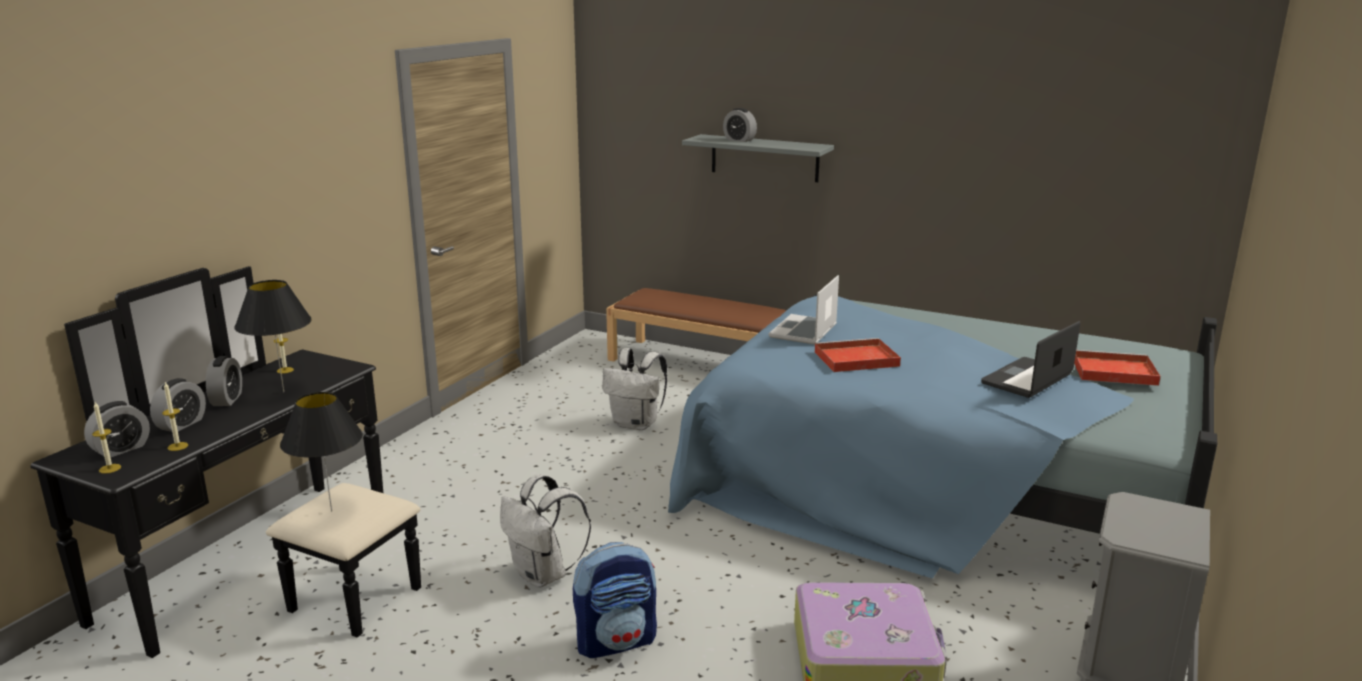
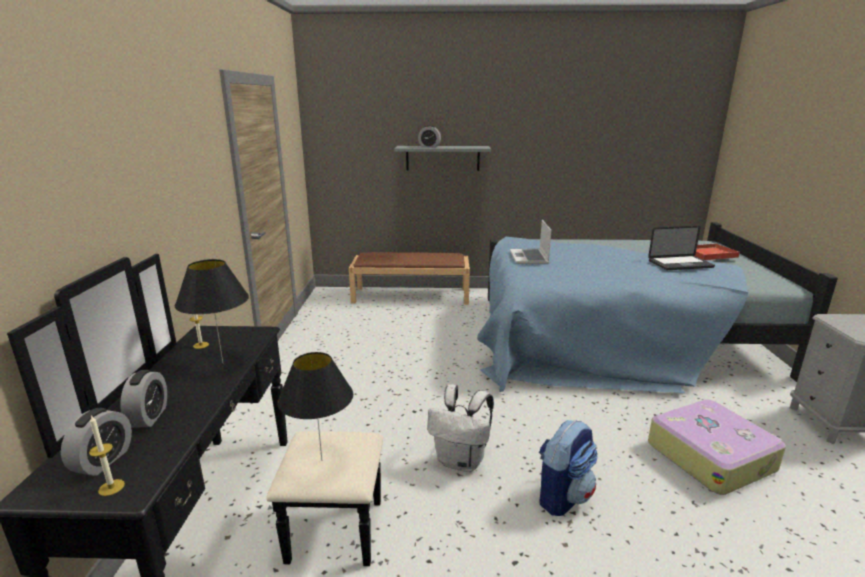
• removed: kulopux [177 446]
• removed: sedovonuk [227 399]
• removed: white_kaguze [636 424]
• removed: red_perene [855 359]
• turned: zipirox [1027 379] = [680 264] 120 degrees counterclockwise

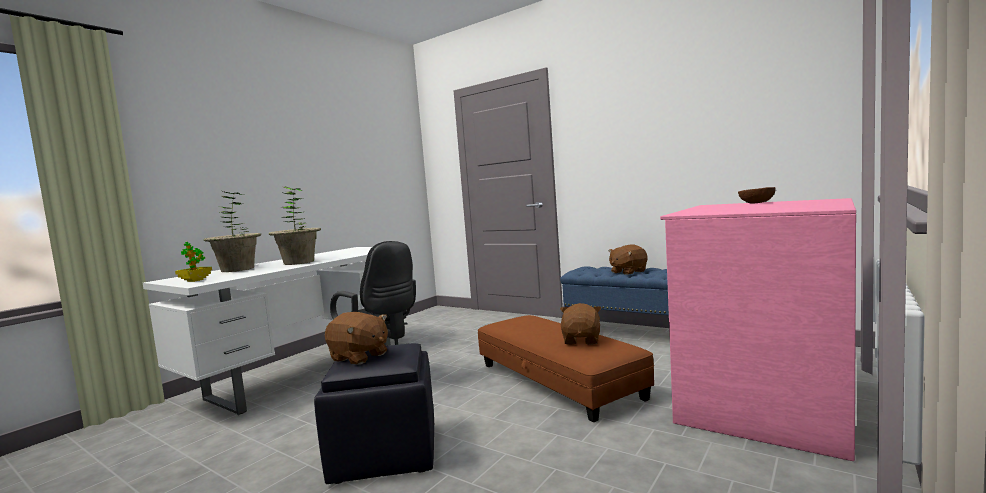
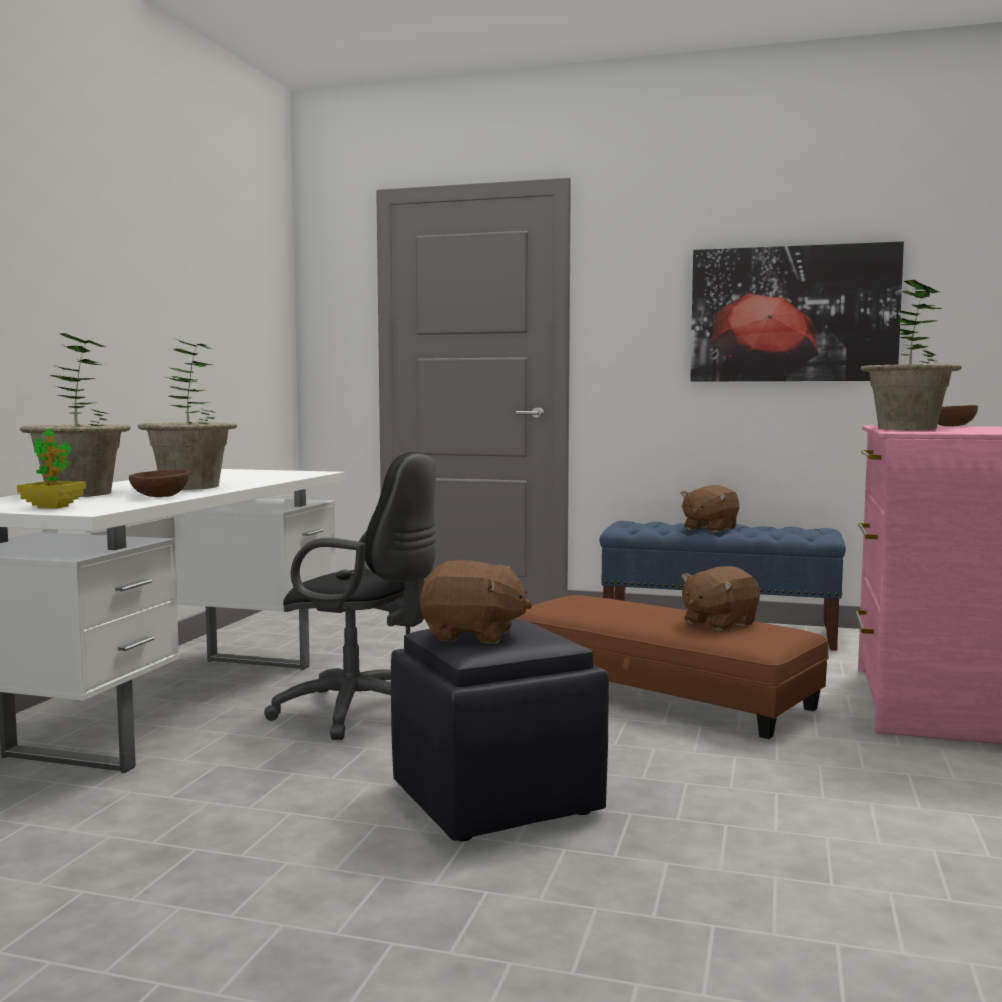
• added: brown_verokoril [160 496]
• added: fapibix [793 314]
• added: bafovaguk [907 428]
• turned: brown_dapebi [582 340] = [718 623] 120 degrees counterclockwise

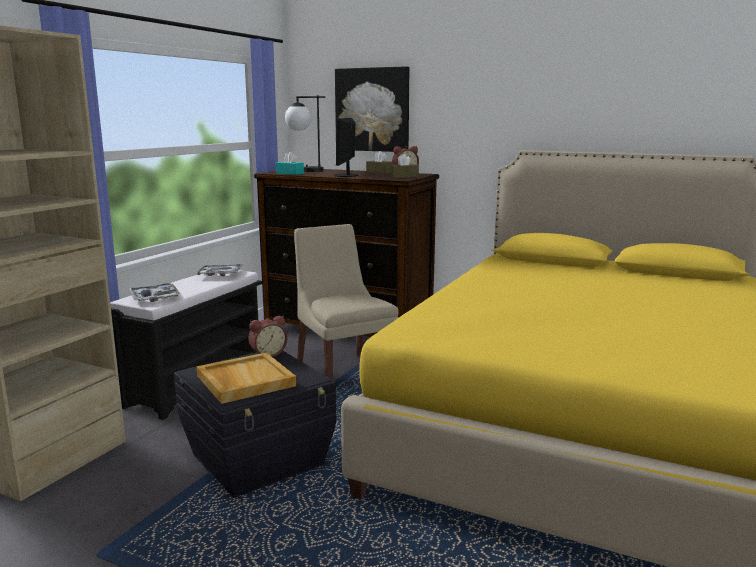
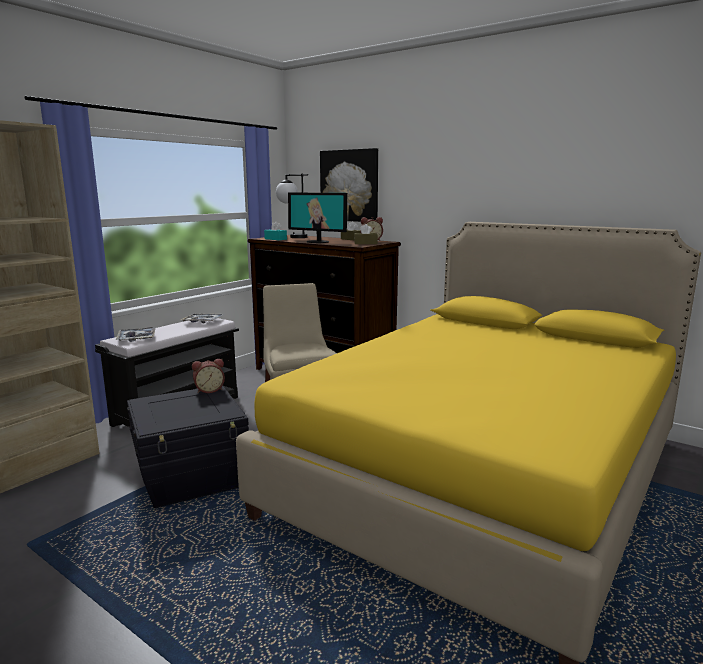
• removed: beige_perene [244 381]
• turned: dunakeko [346 175] = [318 242] 75 degrees counterclockwise

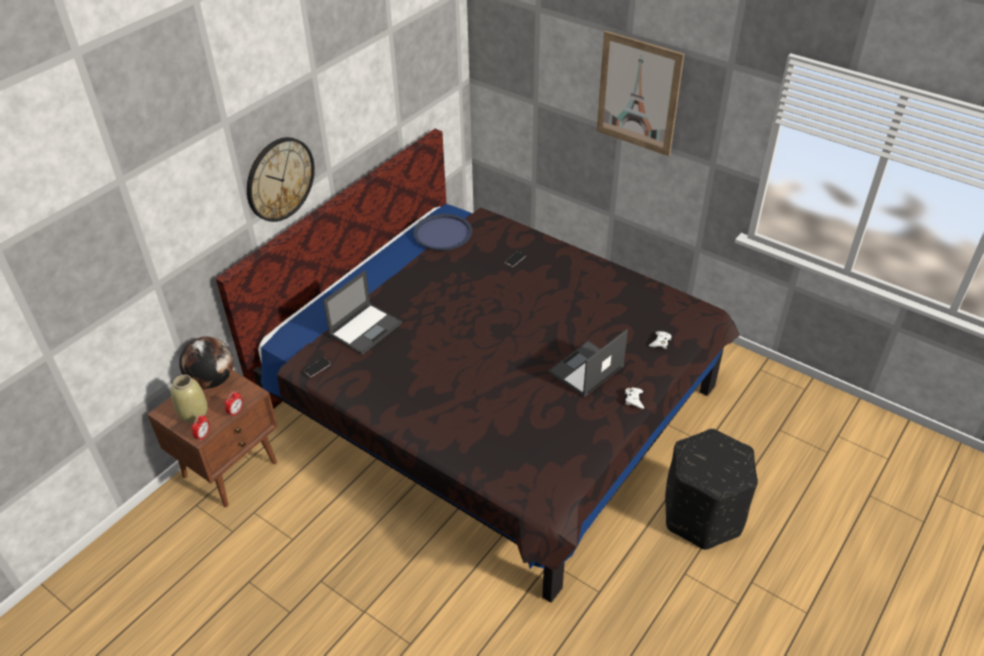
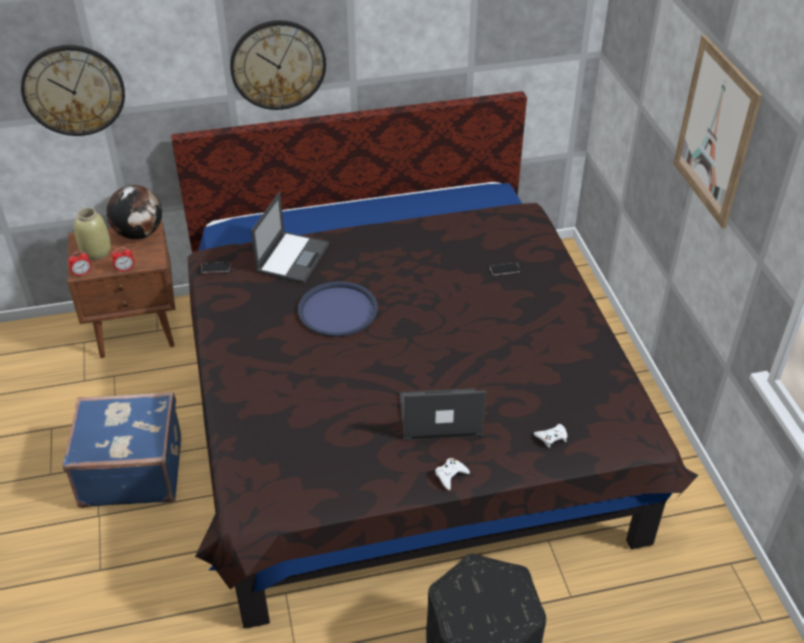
• added: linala [73 90]
• added: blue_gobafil [132 470]
• moved: blue_perene [442 233] to [337 310]
• turned: zipirox [366 328] = [293 257] 60 degrees counterclockwise

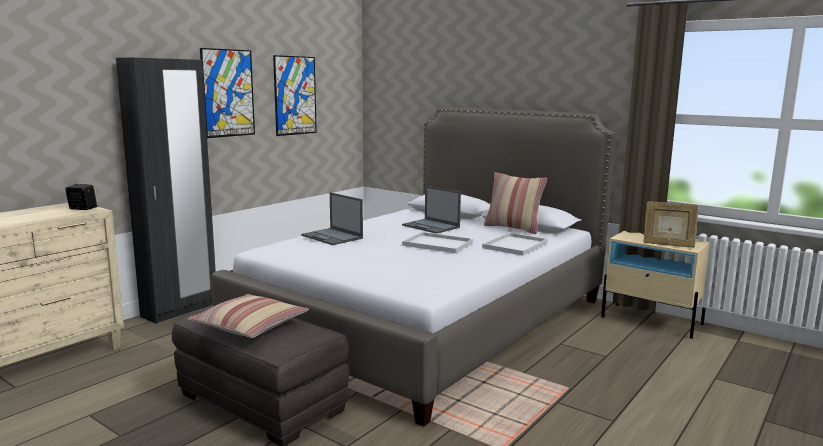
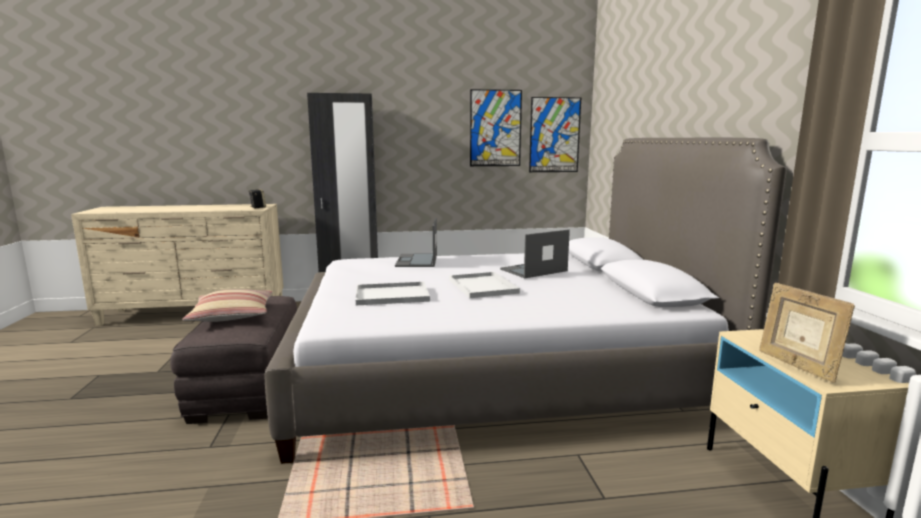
• removed: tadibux [513 228]
• moved: fapibix [228 93] to [554 135]
• moved: white_perene [515 245] to [393 295]
• turned: zipirox [431 226] = [533 270] 60 degrees clockwise

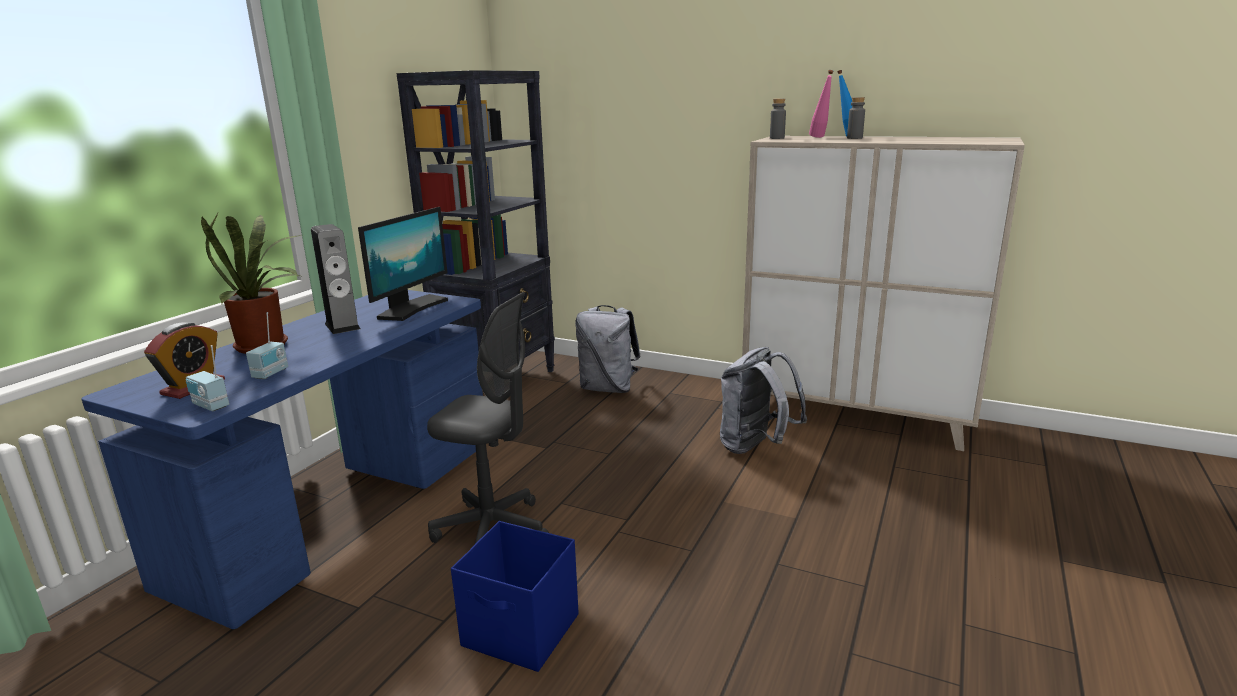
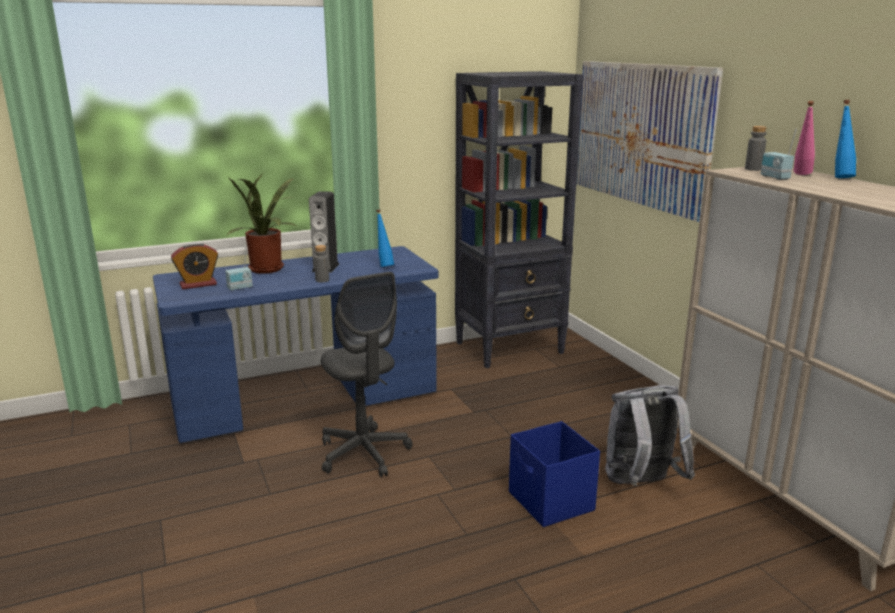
• removed: grey_kaguze [608 388]
• added: fapibix [641 134]
• moved: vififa [209 406] to [774 177]
• moved: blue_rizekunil [522 632] to [551 502]
• moved: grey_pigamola [854 138] to [322 280]
• replaced: dunakeko [412 308] to blue_pigamola [384 266]

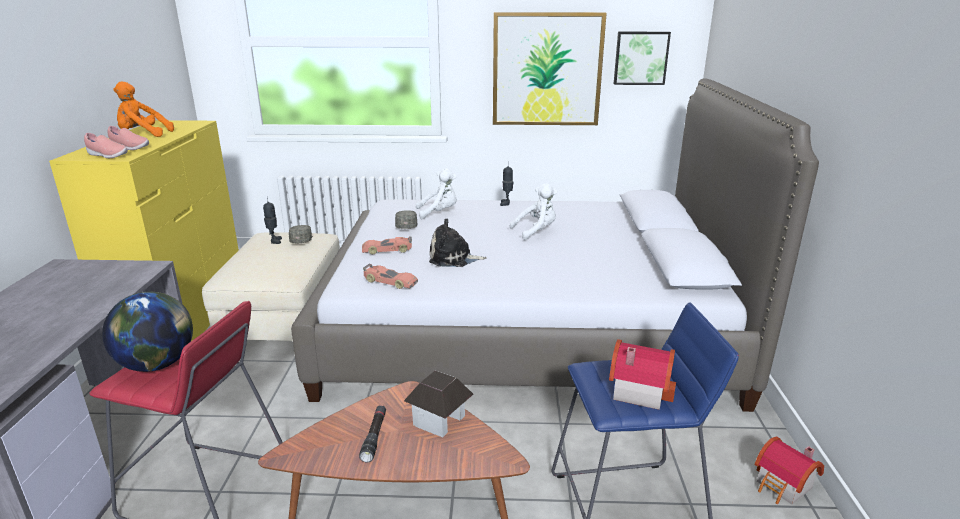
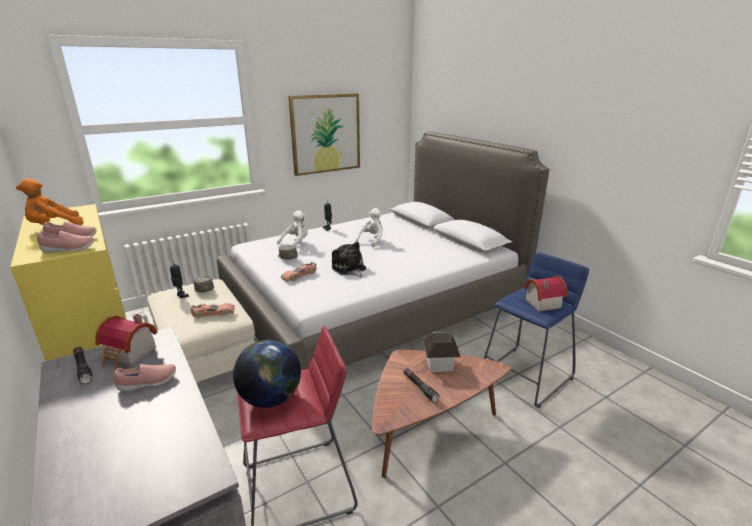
• removed: fapibix [640 58]
• added: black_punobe [83 368]
• added: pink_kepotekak [148 383]
• moved: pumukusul [390 282] to [213 313]
• moved: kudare [783 487] to [129 354]
• turned: dapebi [453 258] = [349 269] 90 degrees clockwise

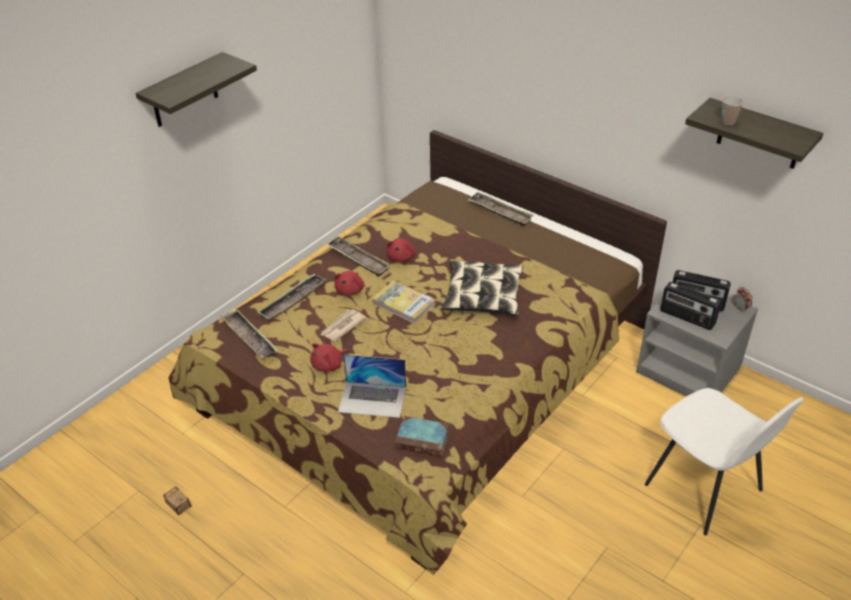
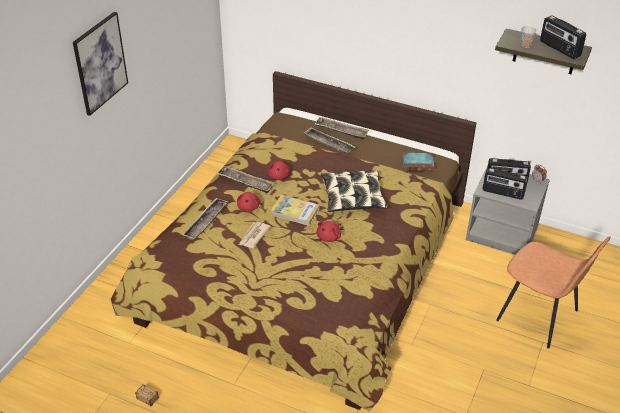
• removed: zipirox [372 399]
• added: vififa [559 49]
• moved: perene [249 337] to [329 143]
• moved: red_dapebi [329 365] to [329 237]
• moved: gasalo [423 439] to [418 164]
• replaced: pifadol [184 91] to fapibix [100 63]
• recoloured: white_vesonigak [705 489] to brown_vesonigak [539 316]

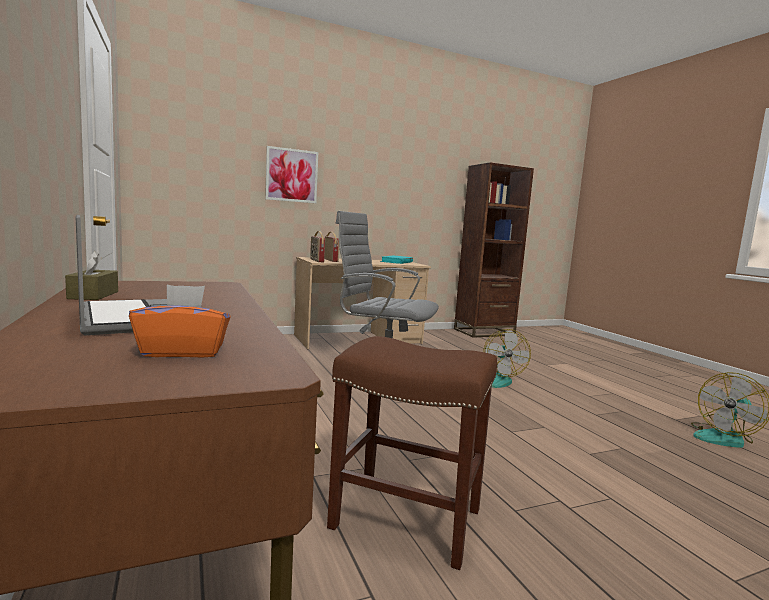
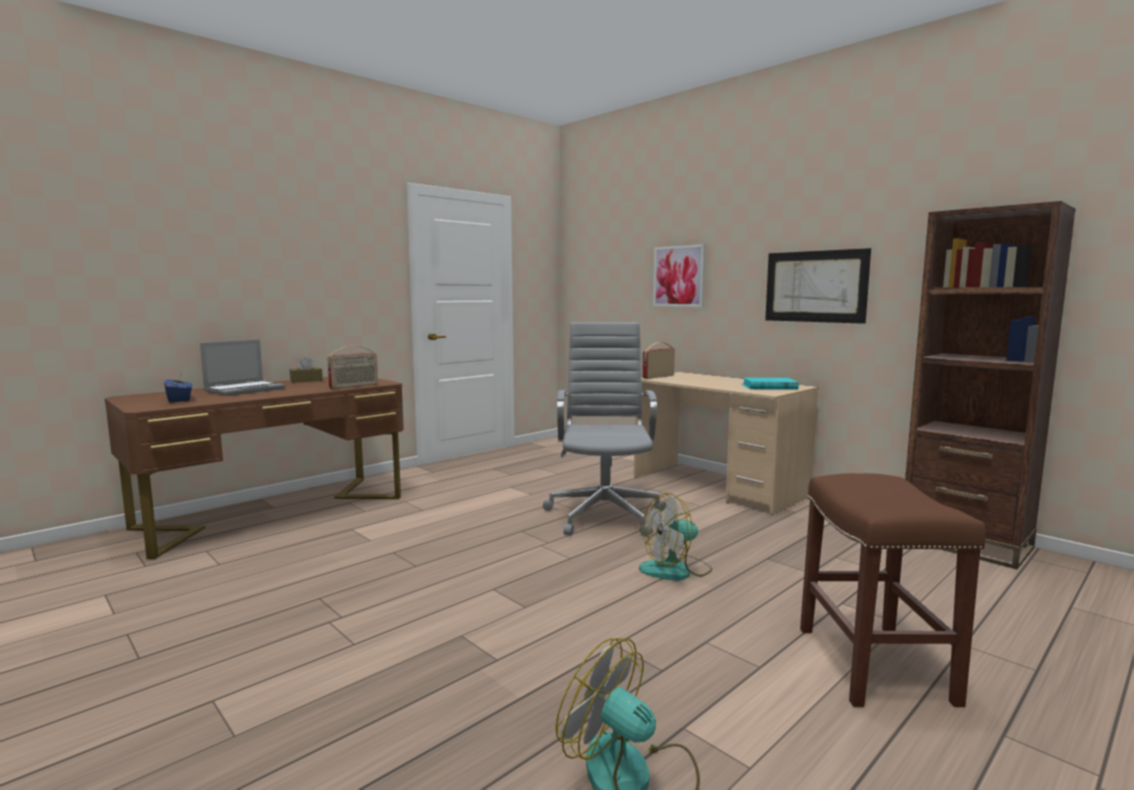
• added: fapibix [815 286]
• moved: vififa [331 260] to [354 386]
• moved: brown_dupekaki [409 518] to [876 665]
• recoloured: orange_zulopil [183 351] to blue_zulopil [180 400]

